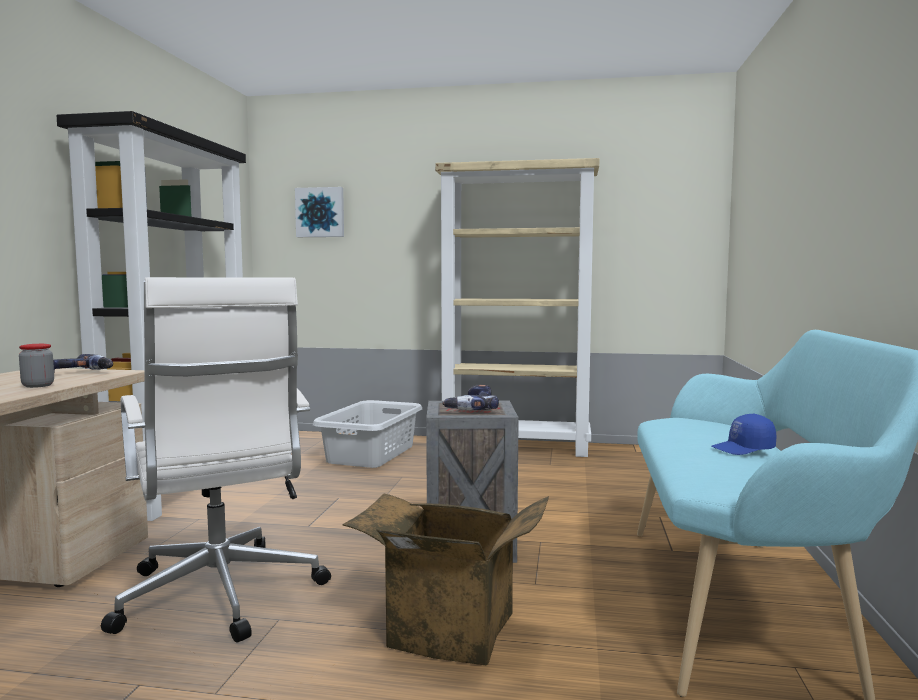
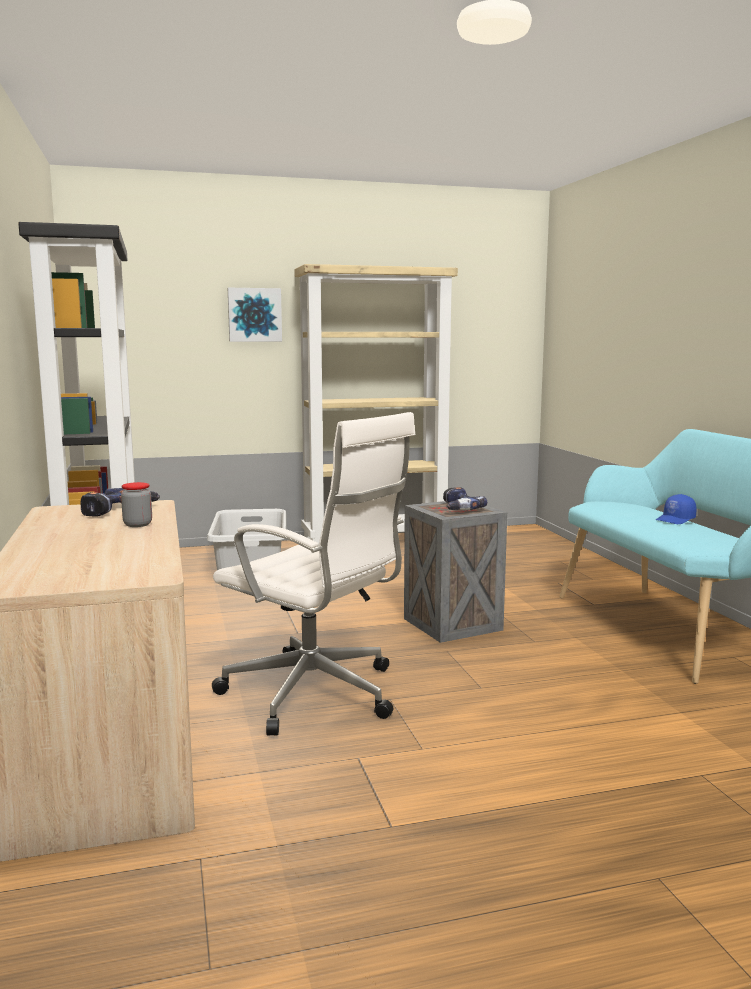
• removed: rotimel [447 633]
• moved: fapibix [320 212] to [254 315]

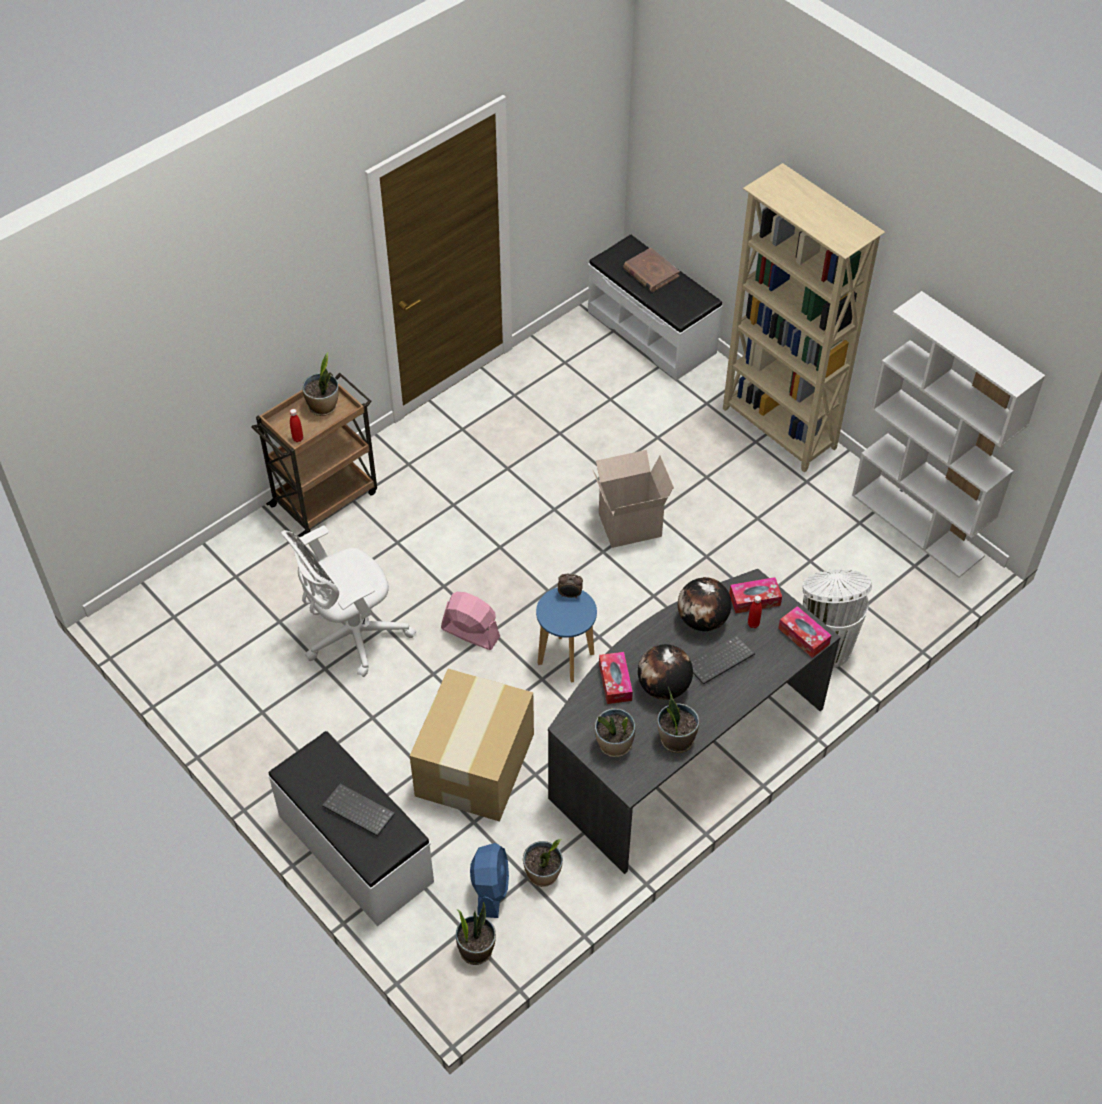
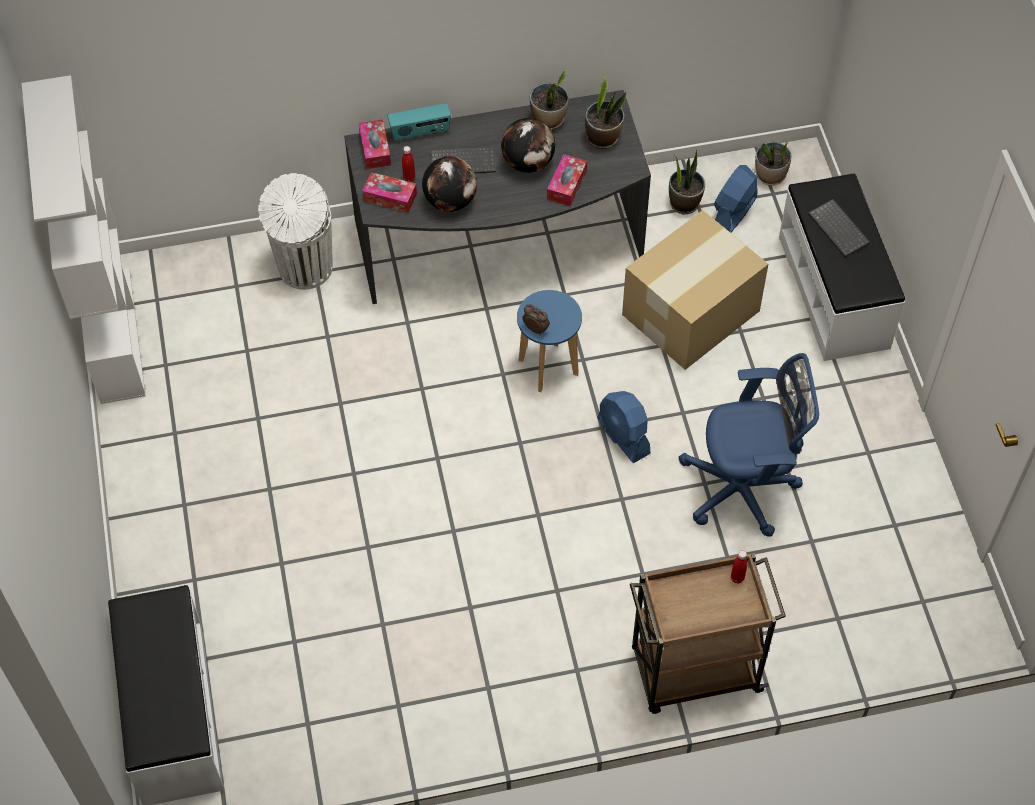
• removed: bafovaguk [323 406]
• removed: rotimel [630 523]
• removed: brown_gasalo [650 272]
• removed: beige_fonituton [779 429]
• added: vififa [420 132]
• recoloured: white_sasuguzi [351 636] to blue_sasuguzi [744 489]
• recoloured: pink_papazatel [470 632] to blue_papazatel [623 436]

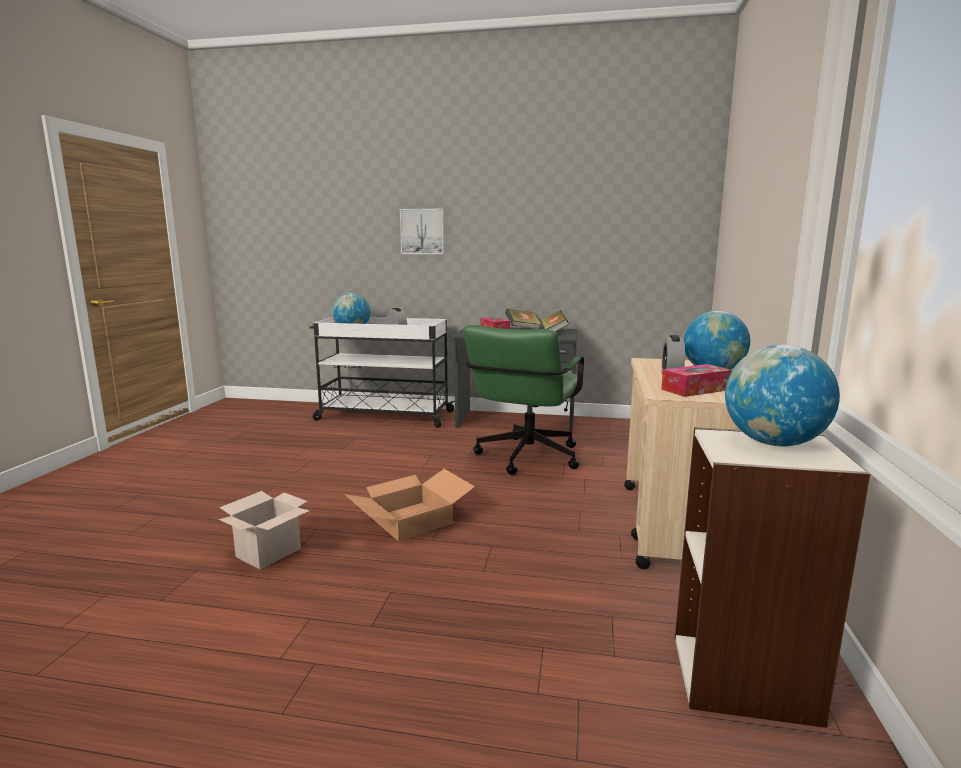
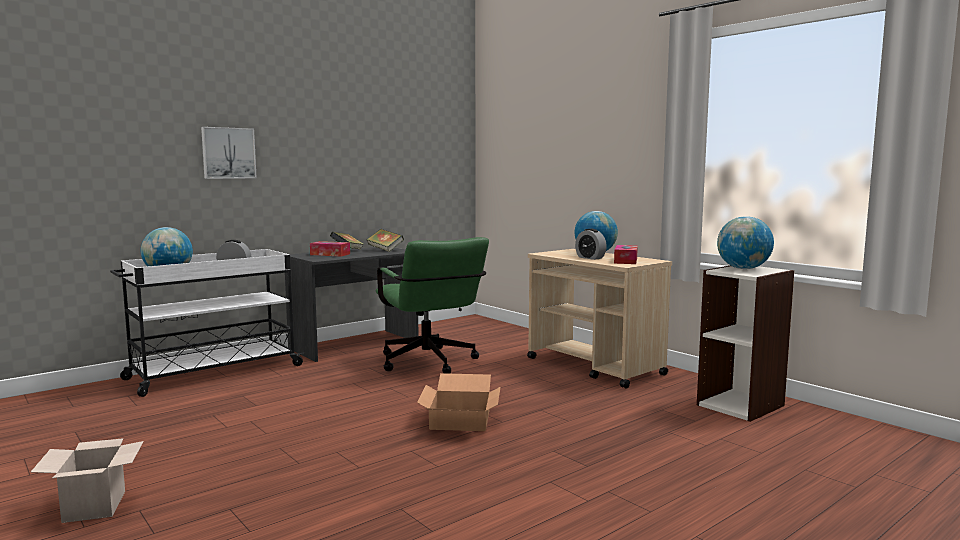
• moved: rotimel [268 554] to [95 507]

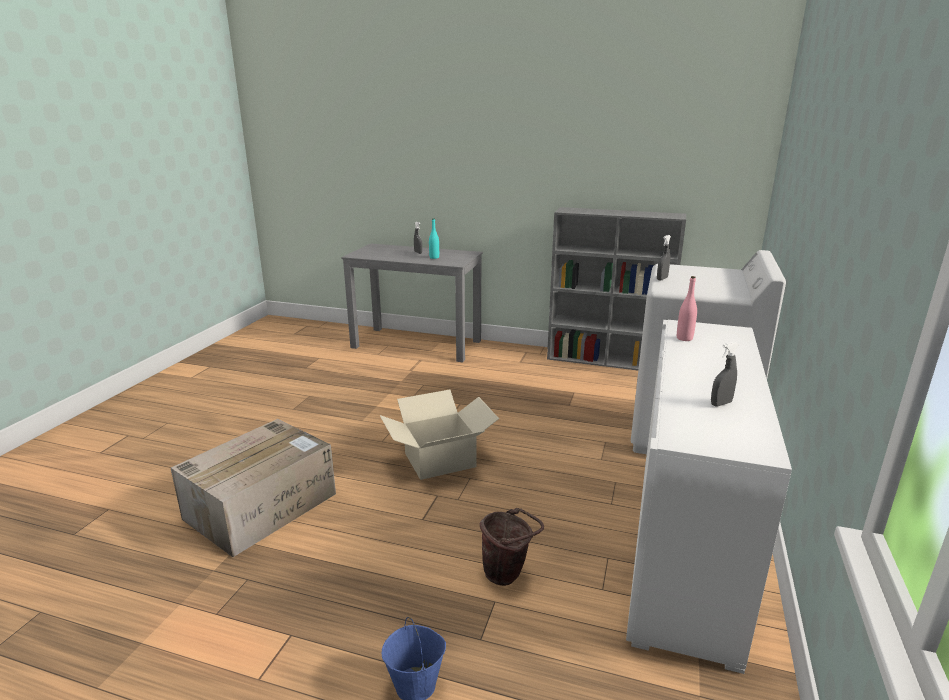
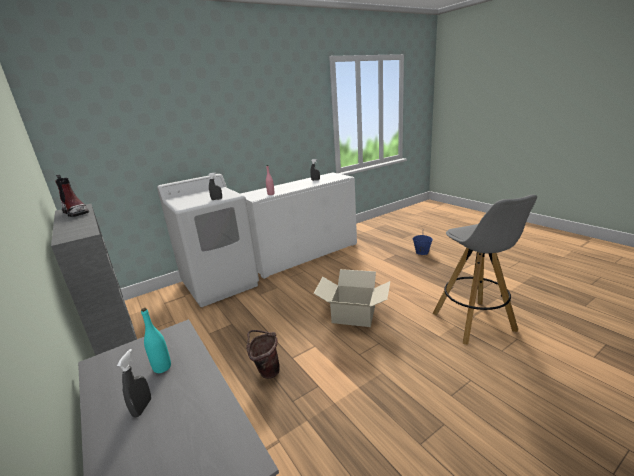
• added: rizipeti [76 212]
• moved: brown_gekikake [507 574] to [266 371]
• replaced: rotimel [262 505] to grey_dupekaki [474 322]

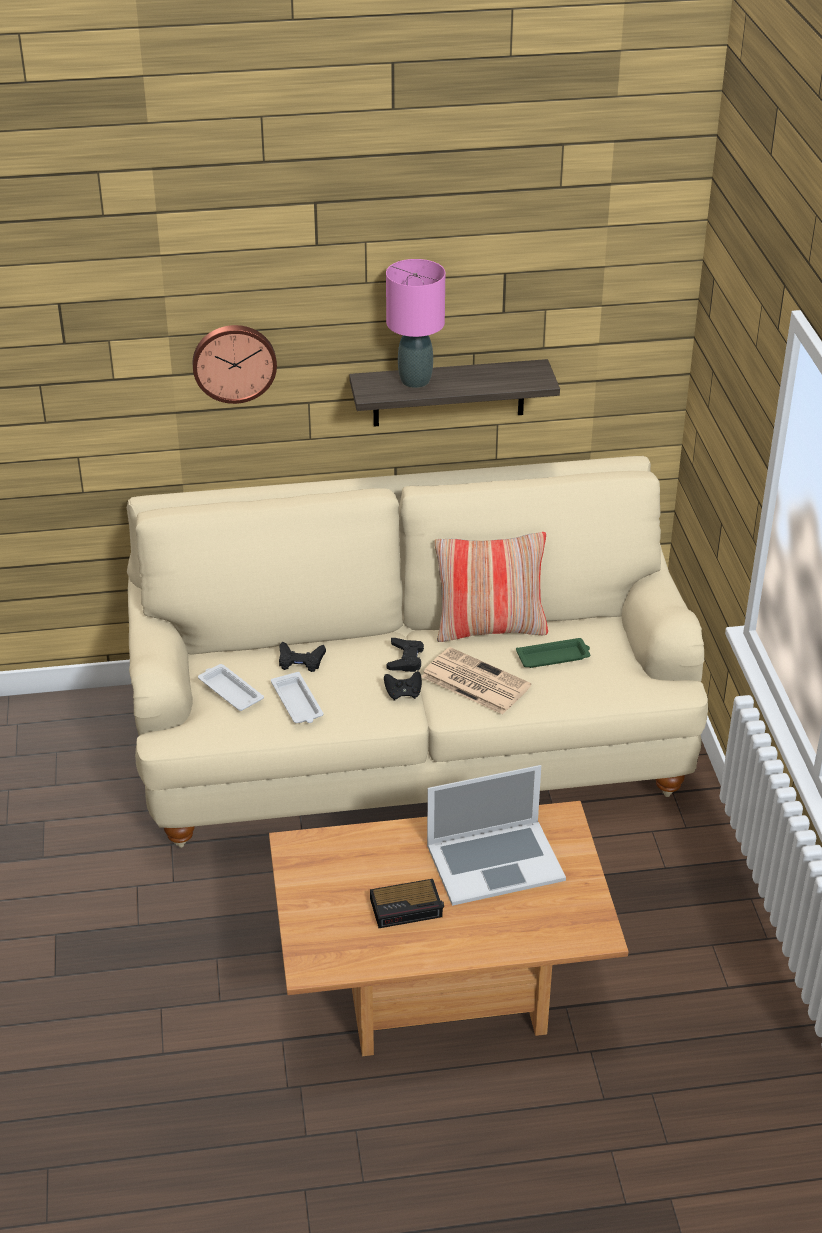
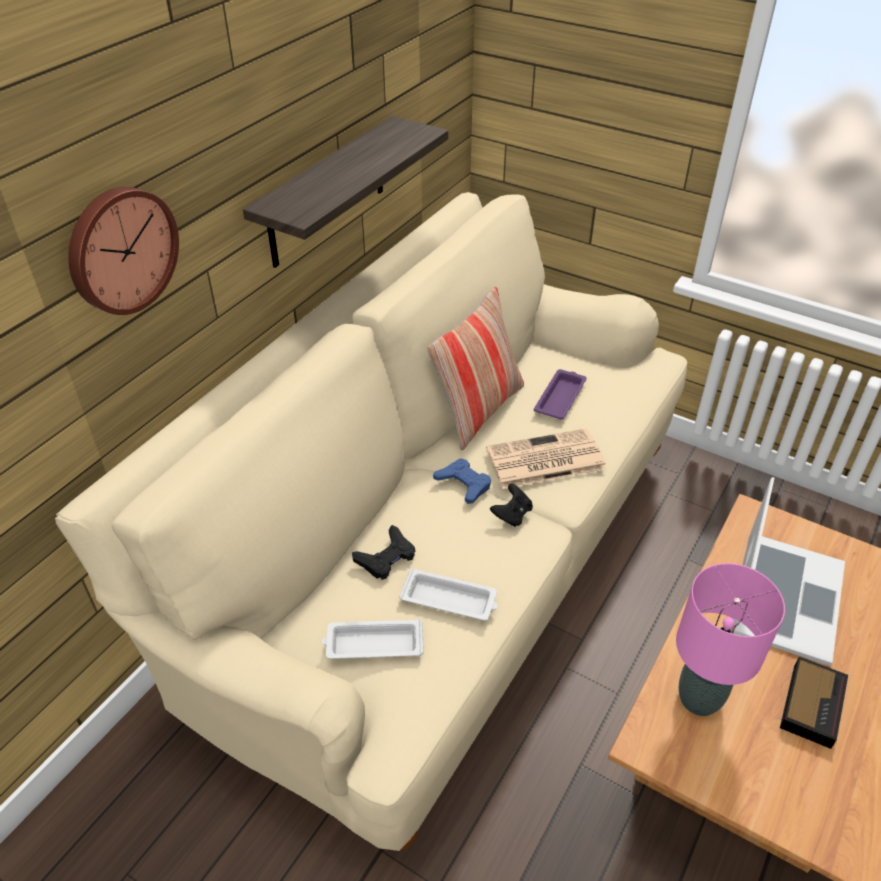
• moved: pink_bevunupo [414 381] to [699 699]
• recoloured: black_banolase [405 659] to blue_banolase [463 484]
• recoloured: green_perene [554 657] to purple_perene [560 397]

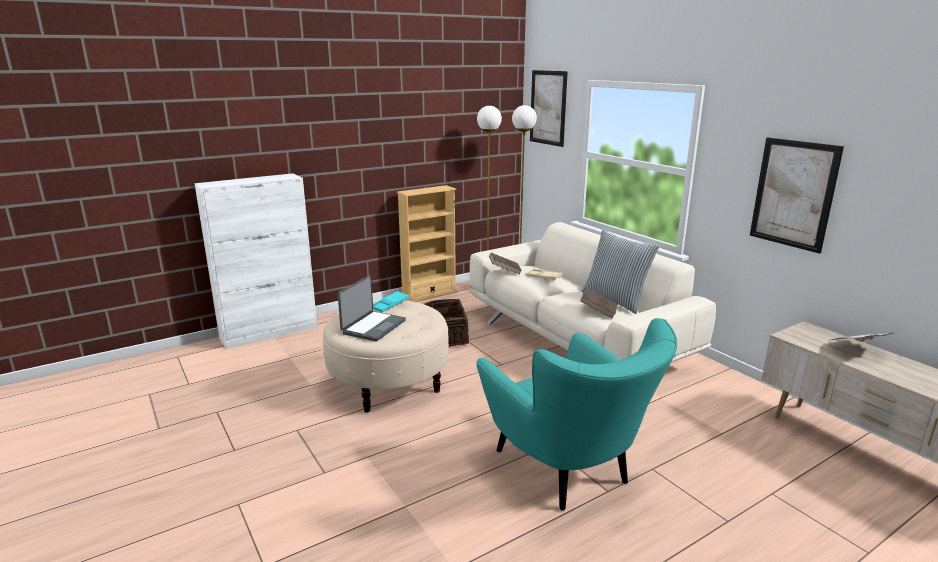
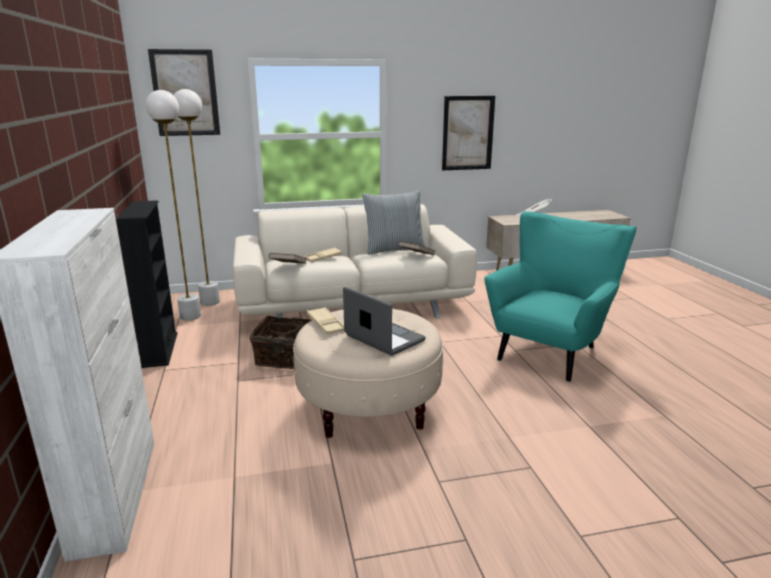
• recoloured: turquoise_perene [390 304] to beige_perene [326 324]
• recoloured: beige_fonituton [429 294] to black_fonituton [160 350]
• turned: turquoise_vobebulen [568 471] = [551 351] 45 degrees counterclockwise

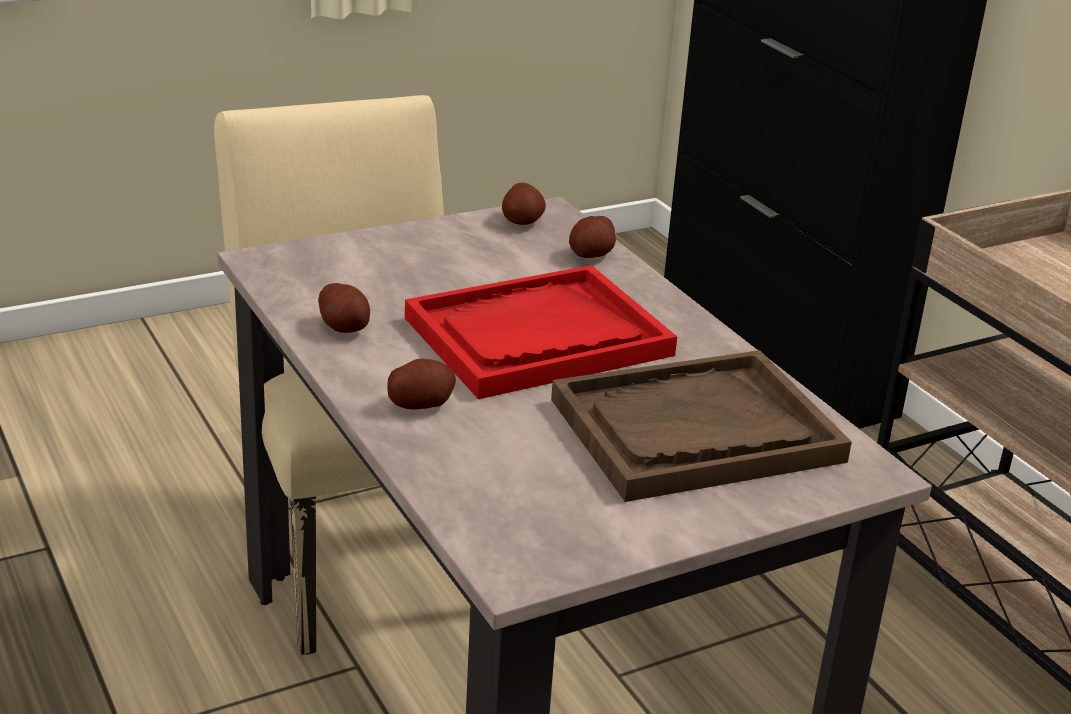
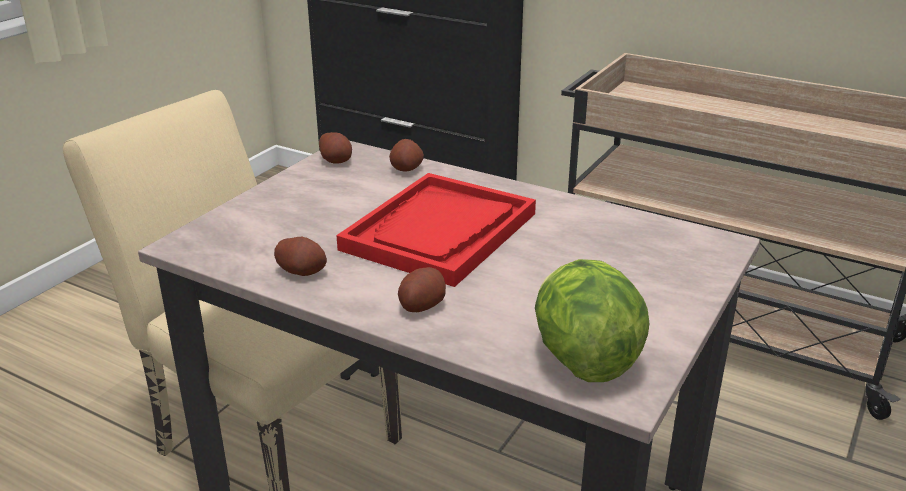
• removed: brown_perene [695 431]
• added: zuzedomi [582 358]

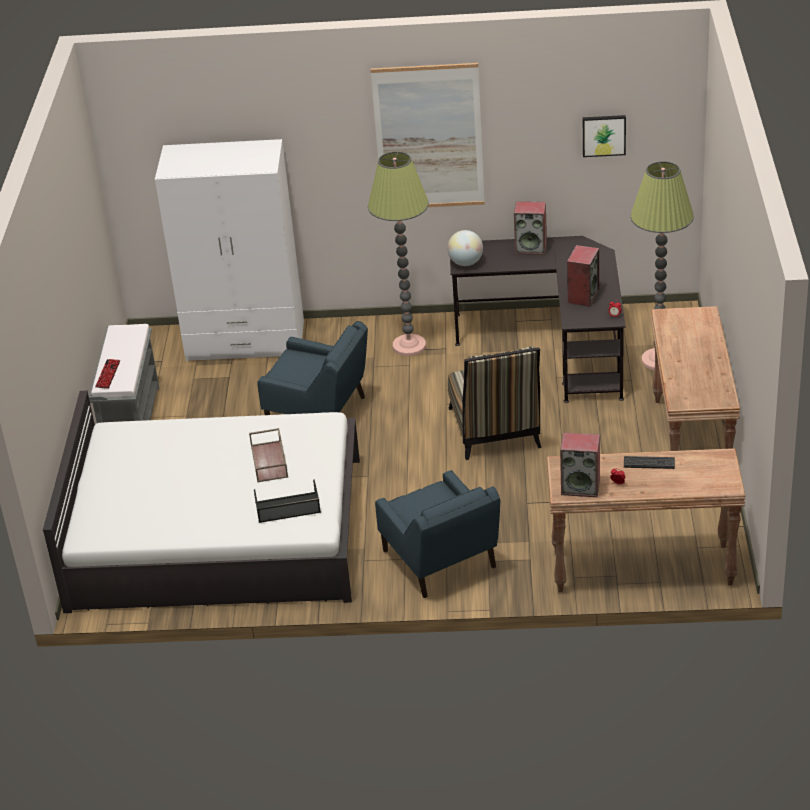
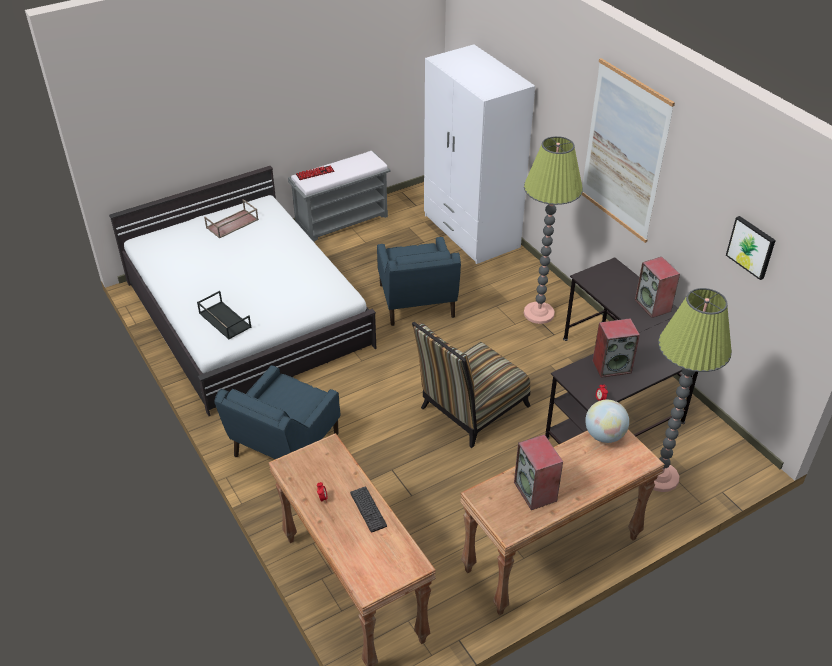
• moved: brown_perene [270 461] to [232 224]
• moved: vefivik [466 263] to [604 435]
• moved: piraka [581 487] to [536 492]

